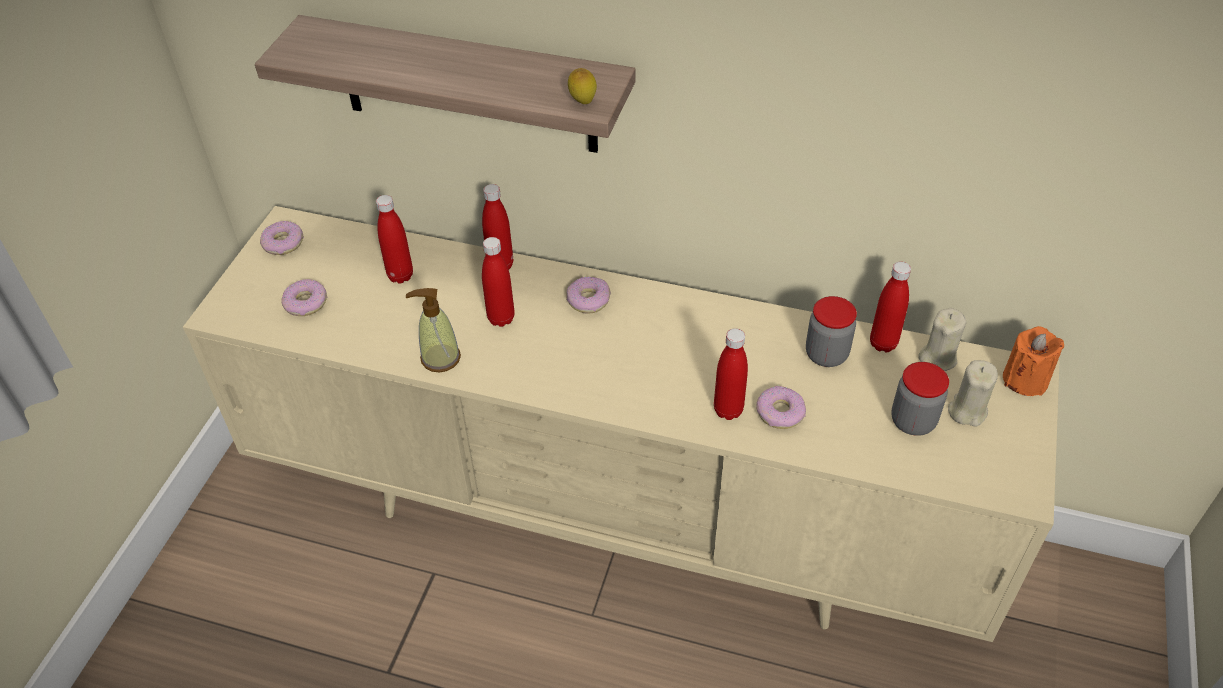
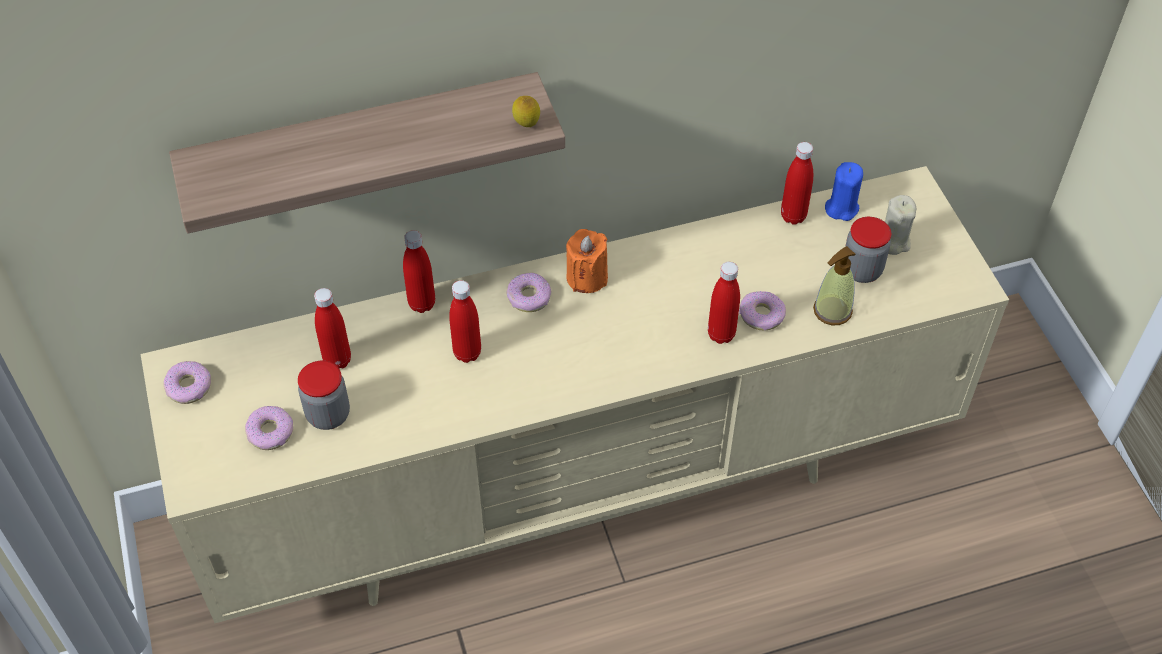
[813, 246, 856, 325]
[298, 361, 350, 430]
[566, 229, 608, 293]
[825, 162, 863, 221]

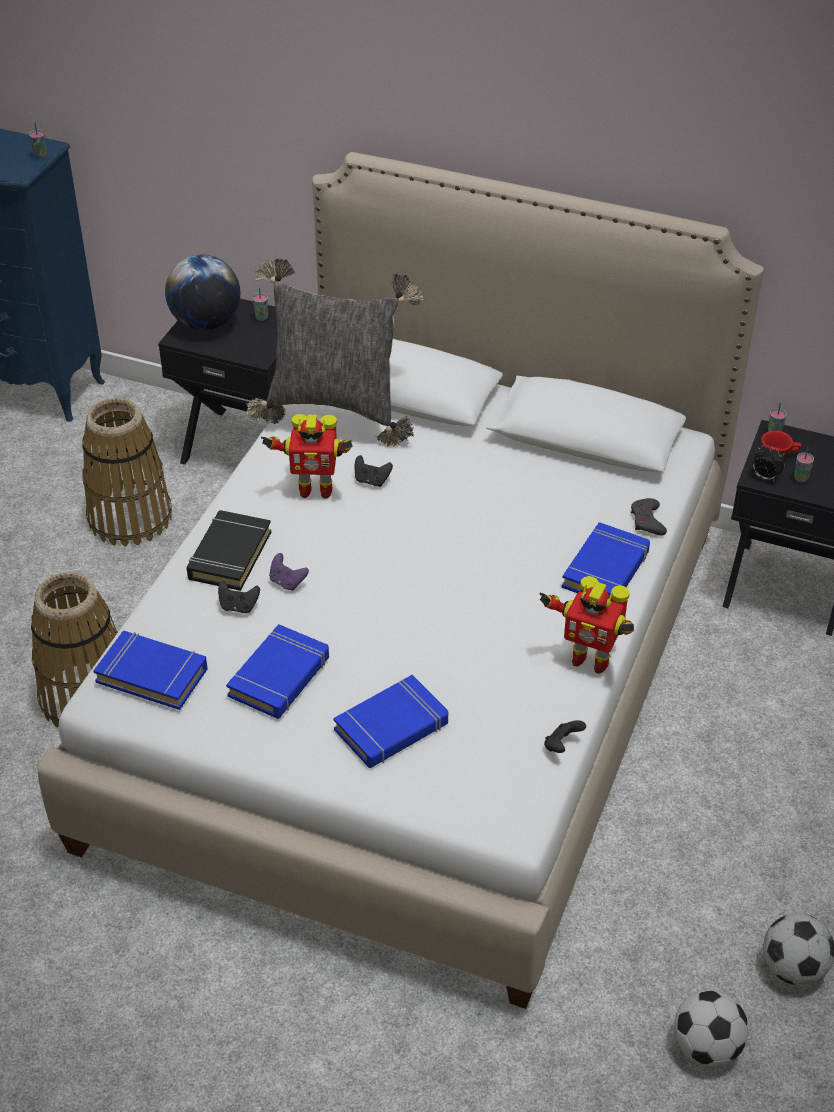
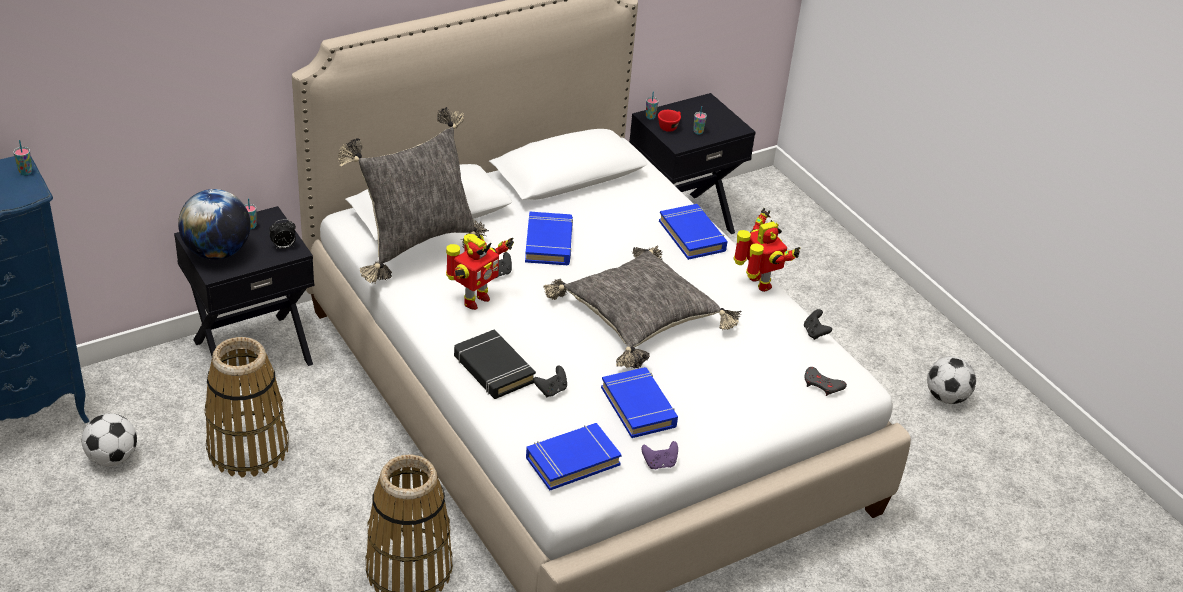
[543, 246, 741, 369]
[641, 441, 678, 469]
[525, 212, 573, 265]
[805, 367, 847, 396]
[82, 413, 137, 466]
[269, 219, 296, 249]
[733, 208, 800, 292]

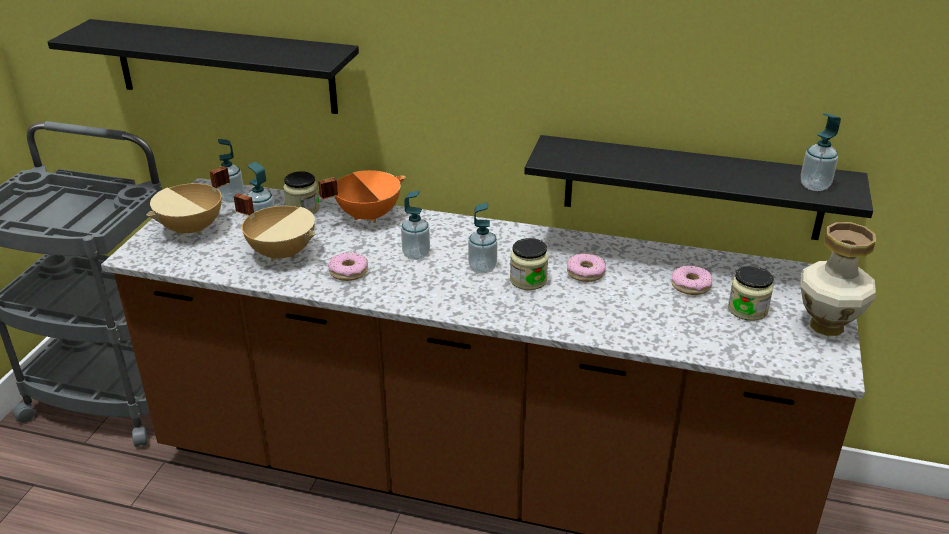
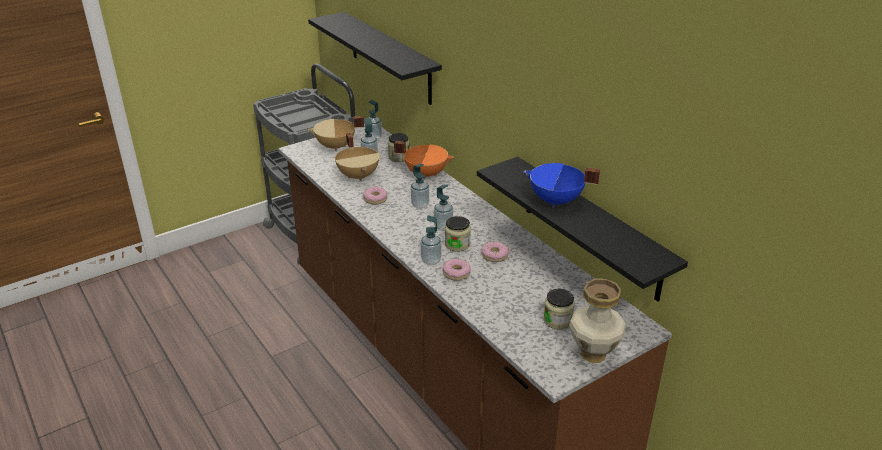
[523, 163, 600, 208]
[442, 259, 471, 281]
[421, 215, 441, 265]

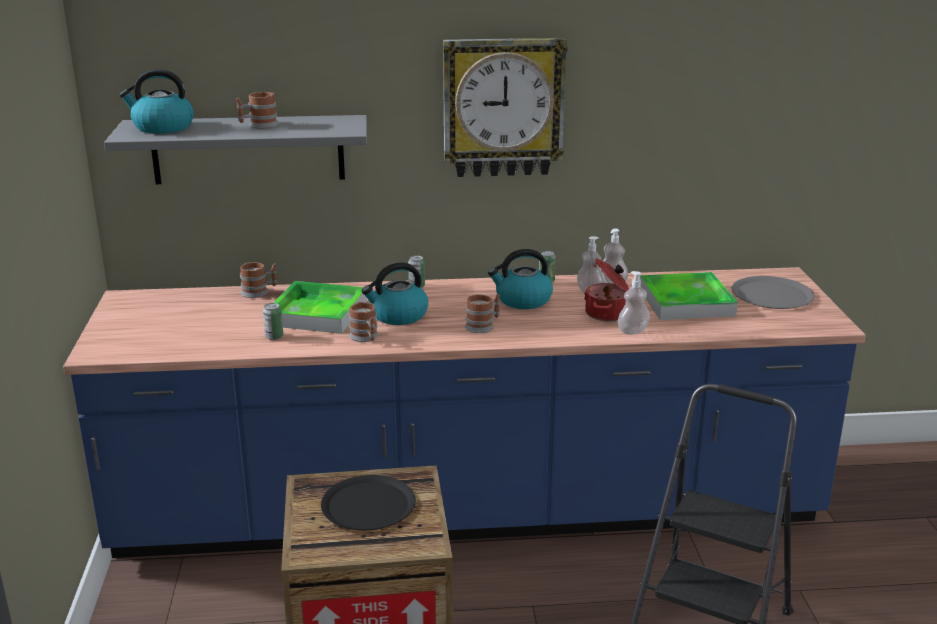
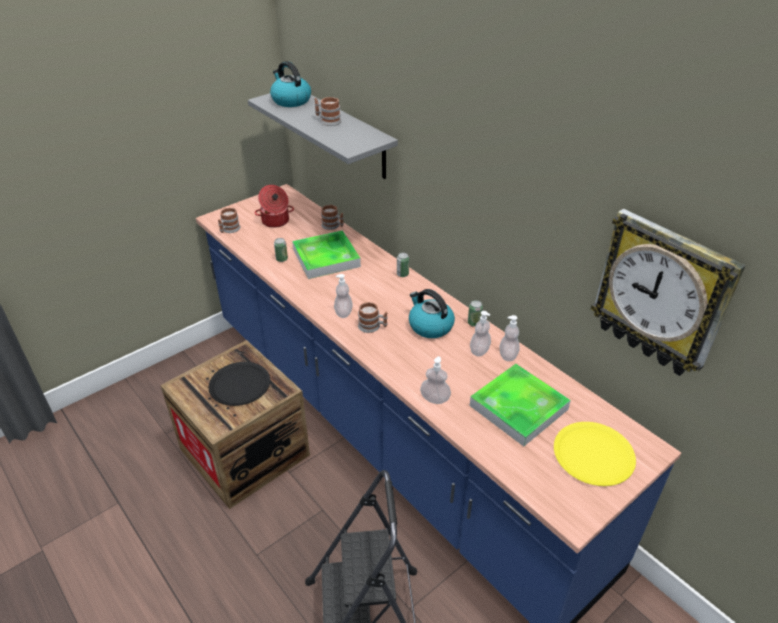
[362, 263, 428, 325] (first image)
[334, 274, 353, 318]
[218, 208, 241, 233]
[591, 209, 746, 376]
[254, 185, 294, 228]
[554, 422, 636, 486]

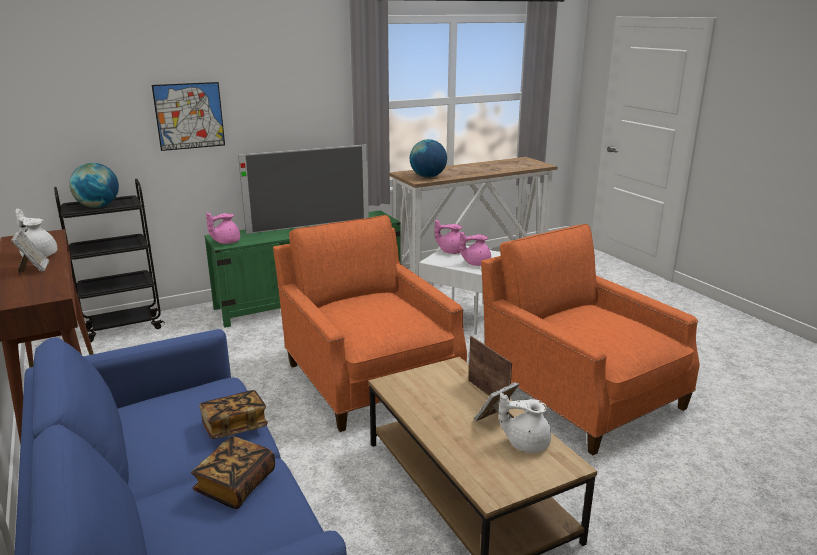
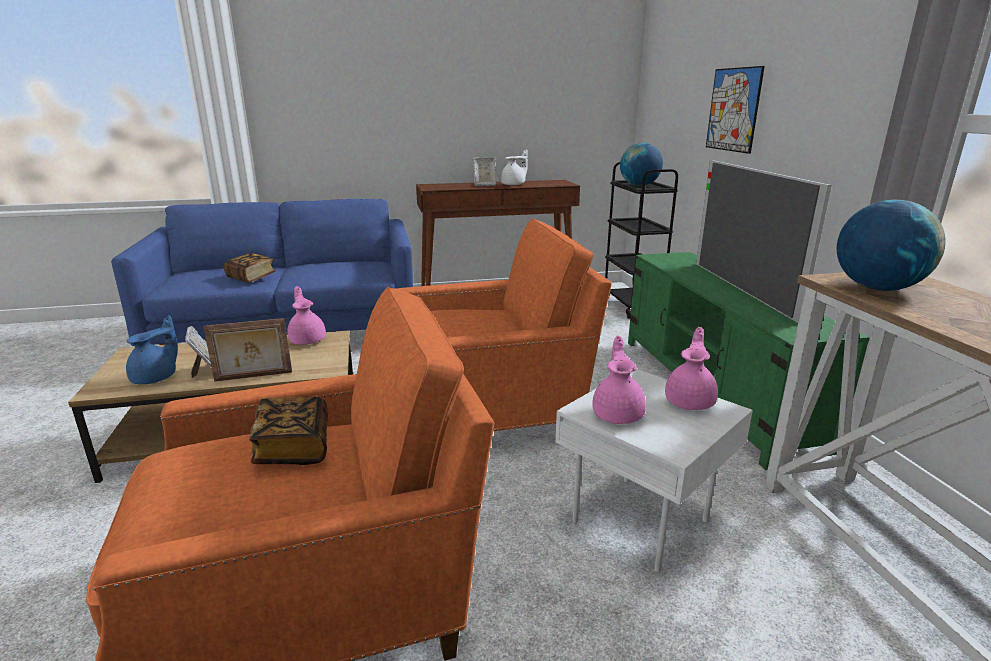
[249, 396, 328, 465]
[287, 286, 326, 345]
[126, 315, 178, 384]

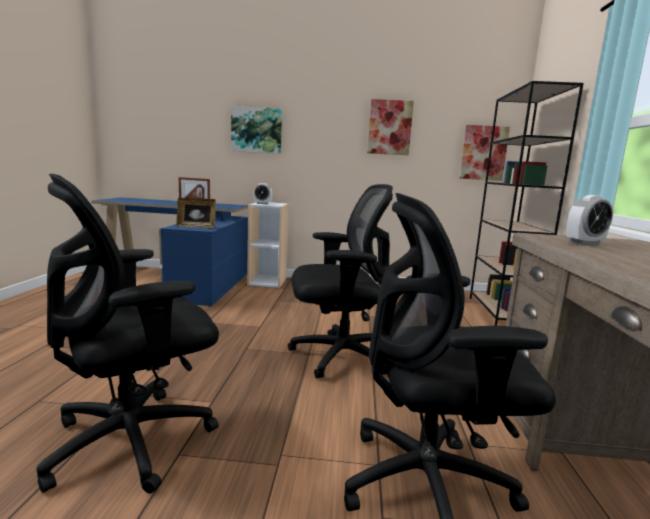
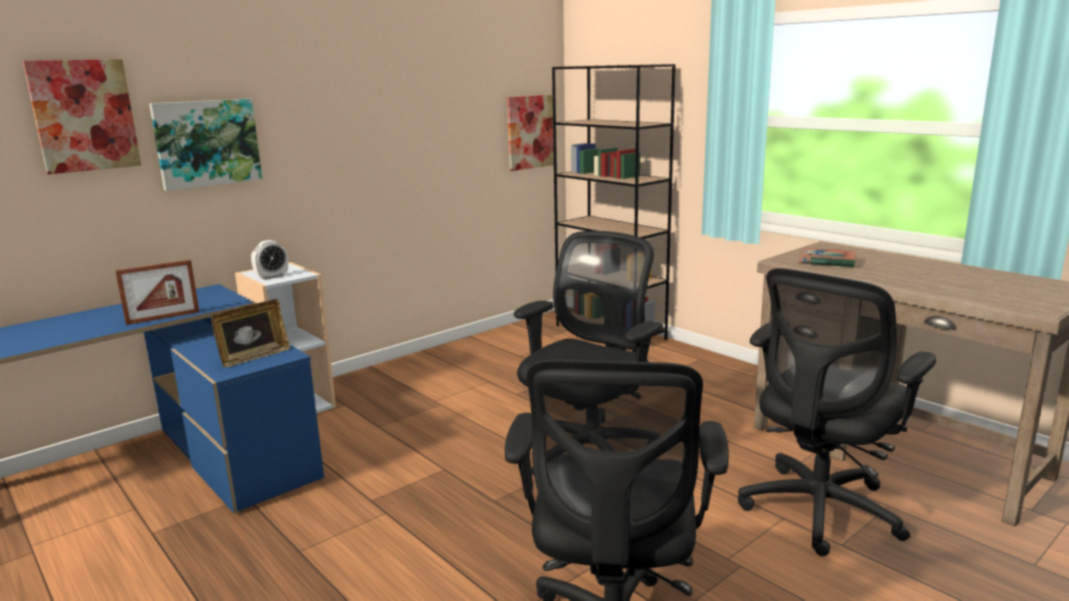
[23, 59, 141, 174]
[799, 248, 856, 267]

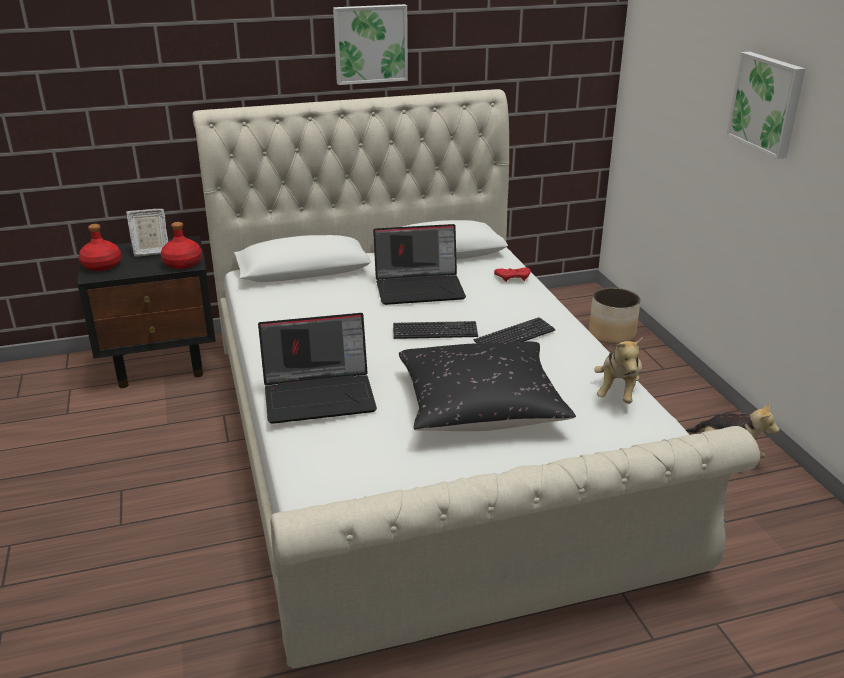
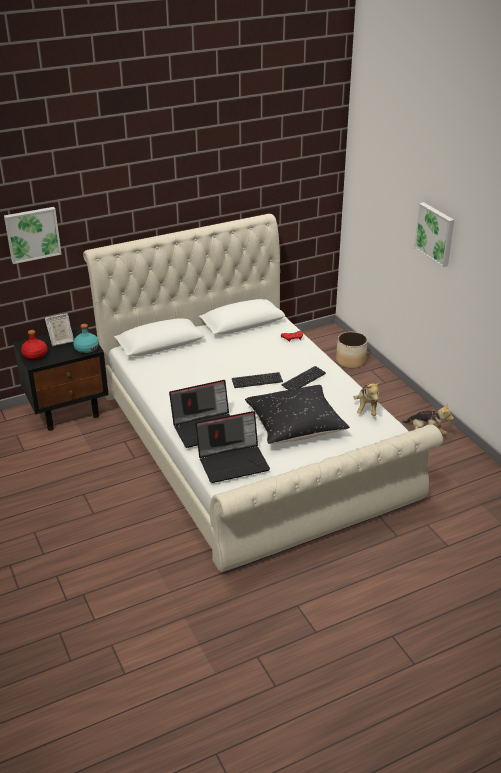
[4, 207, 62, 264]
[195, 411, 270, 483]
[73, 324, 99, 353]

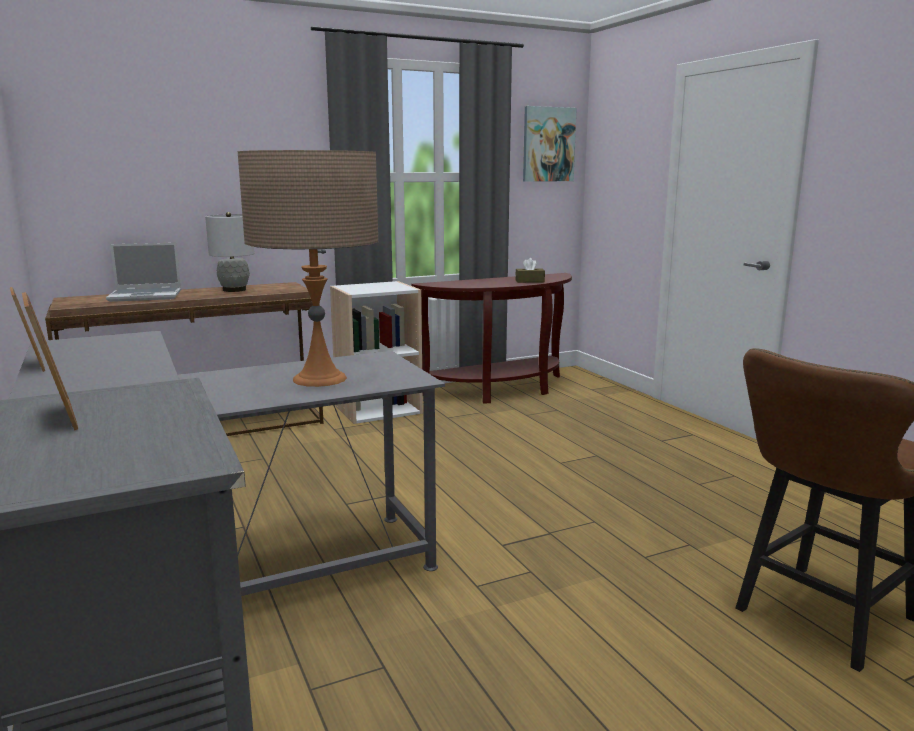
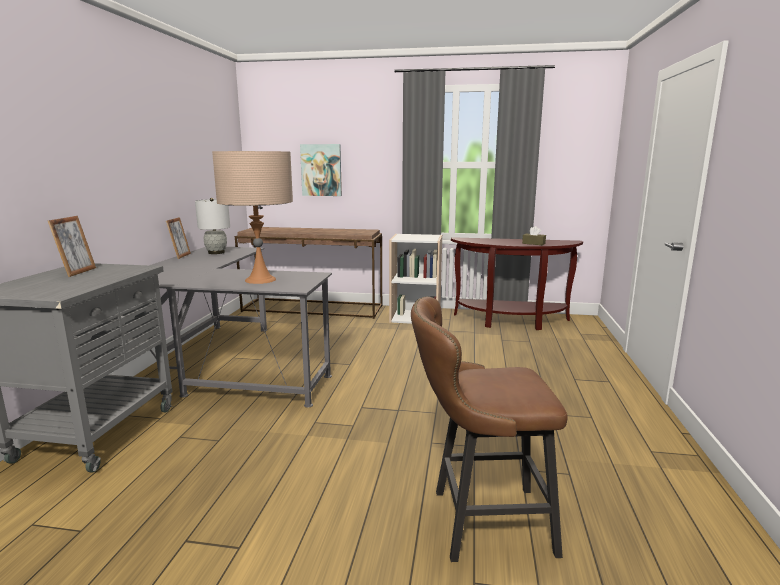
[106, 243, 181, 302] (first image)
[195, 198, 230, 254]
[300, 144, 342, 196]

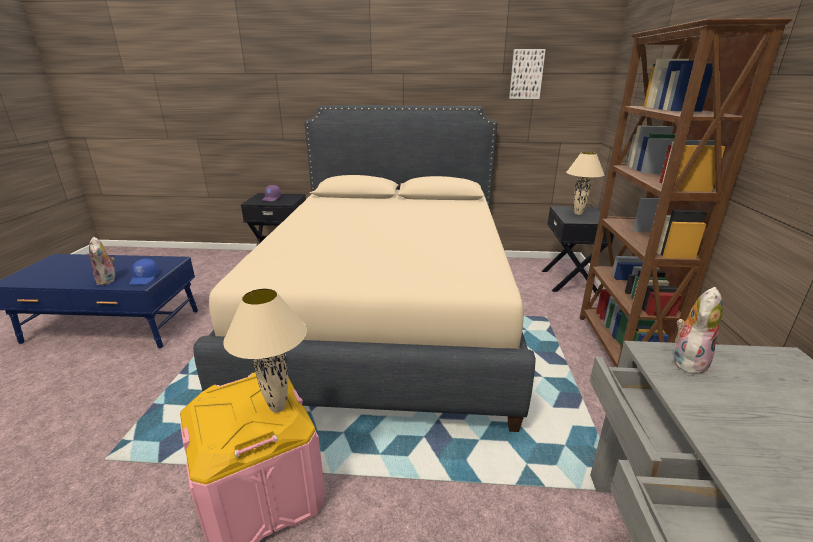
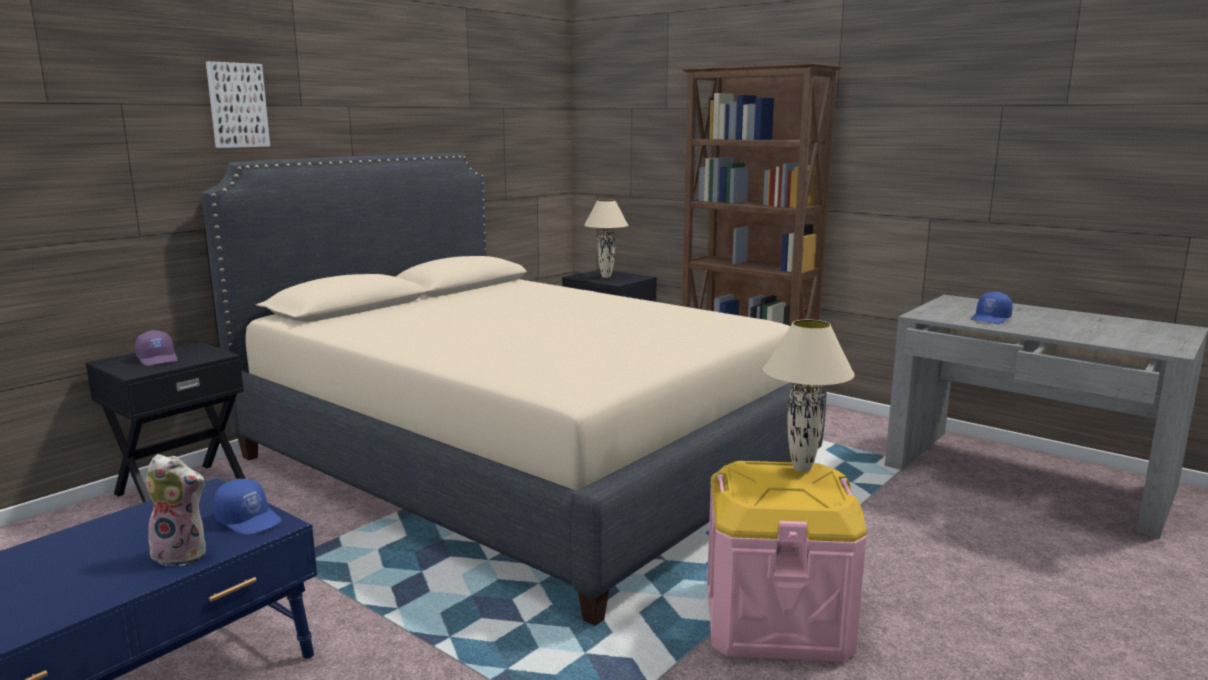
[674, 287, 723, 374] (first image)
[971, 291, 1013, 324]
[206, 61, 270, 148]

